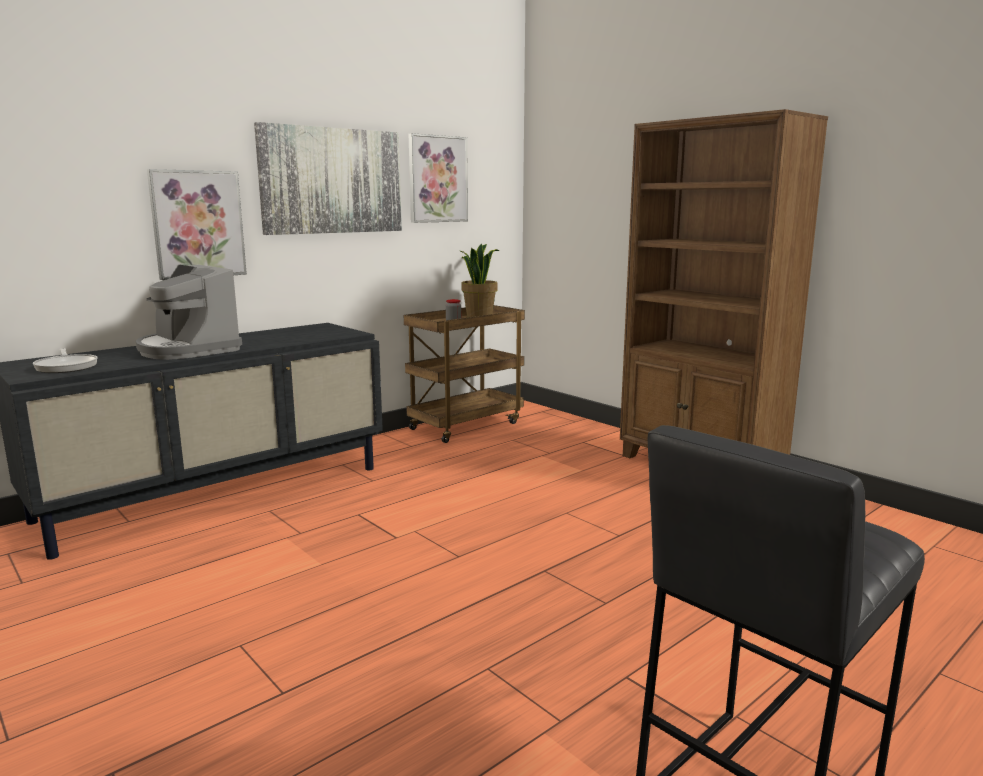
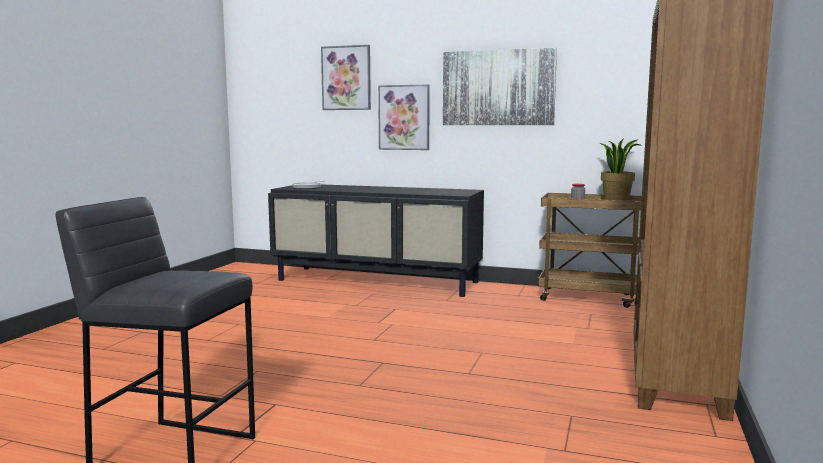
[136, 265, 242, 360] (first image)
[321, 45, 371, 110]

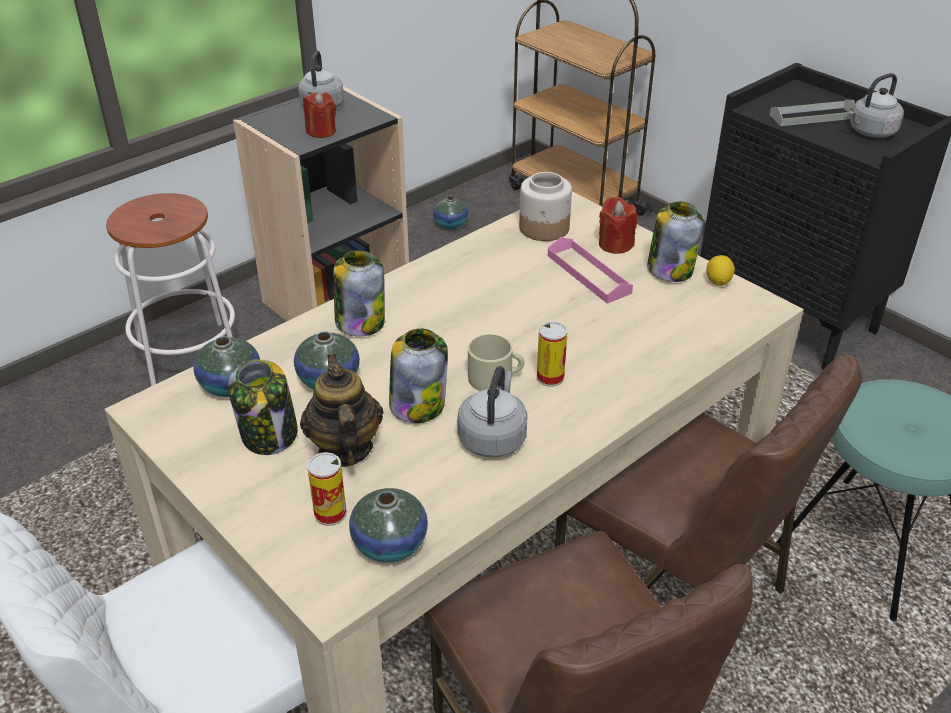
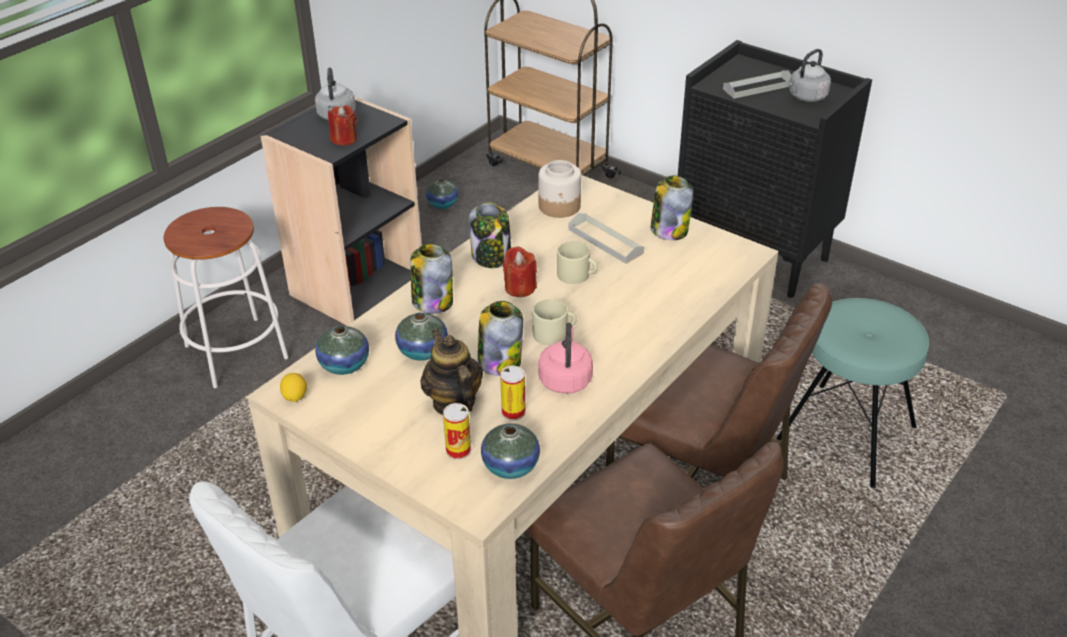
[557, 241, 598, 284]
[469, 202, 511, 268]
[500, 365, 526, 421]
[503, 246, 537, 297]
[280, 373, 307, 402]
[538, 323, 593, 394]
[569, 213, 644, 264]

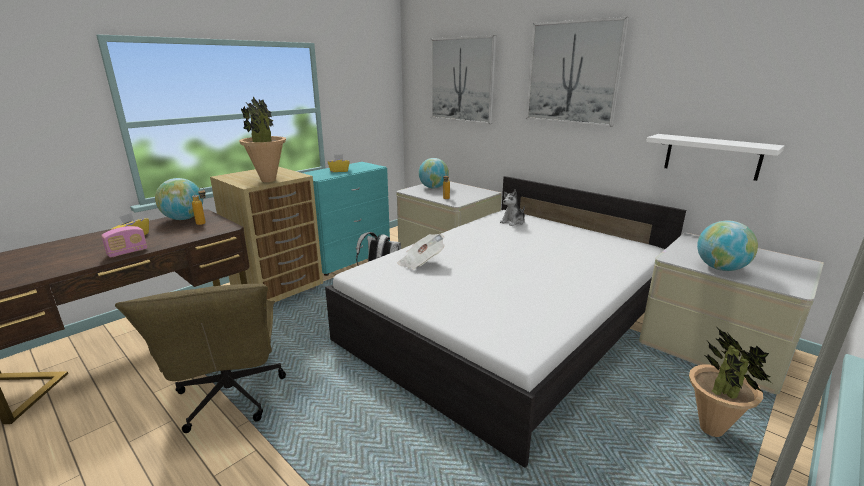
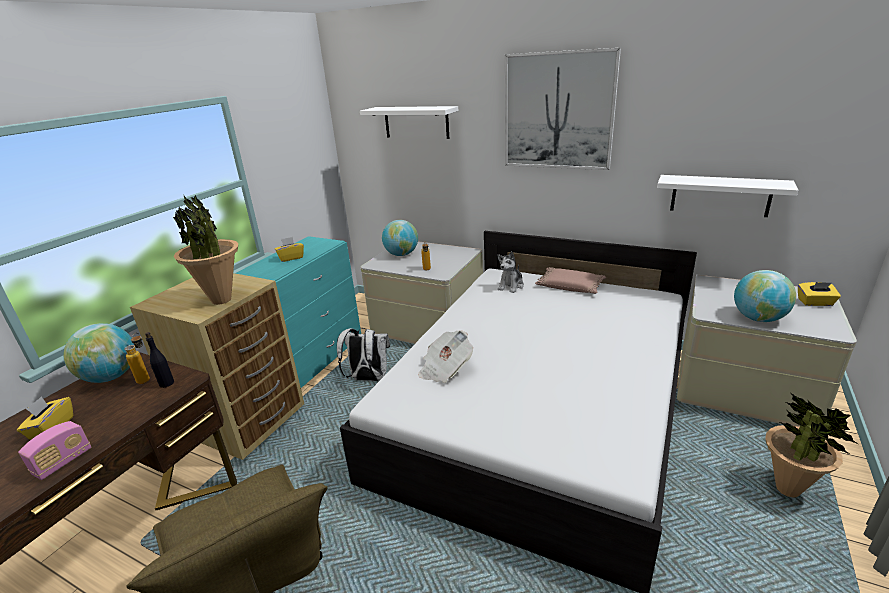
[145, 332, 174, 388]
[535, 267, 606, 294]
[798, 282, 841, 306]
[360, 106, 458, 139]

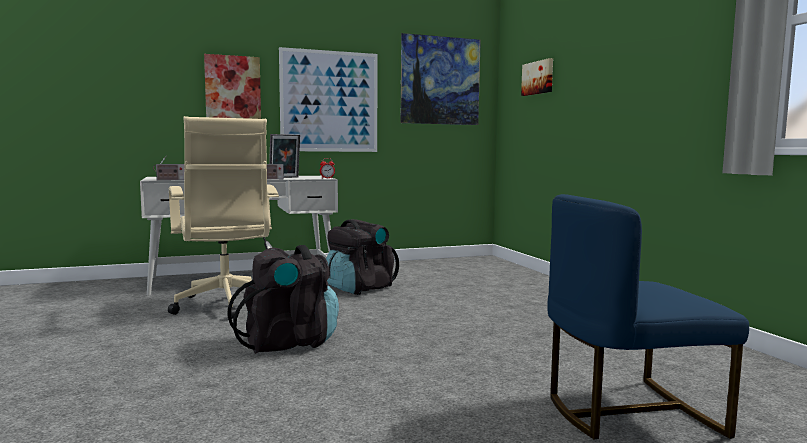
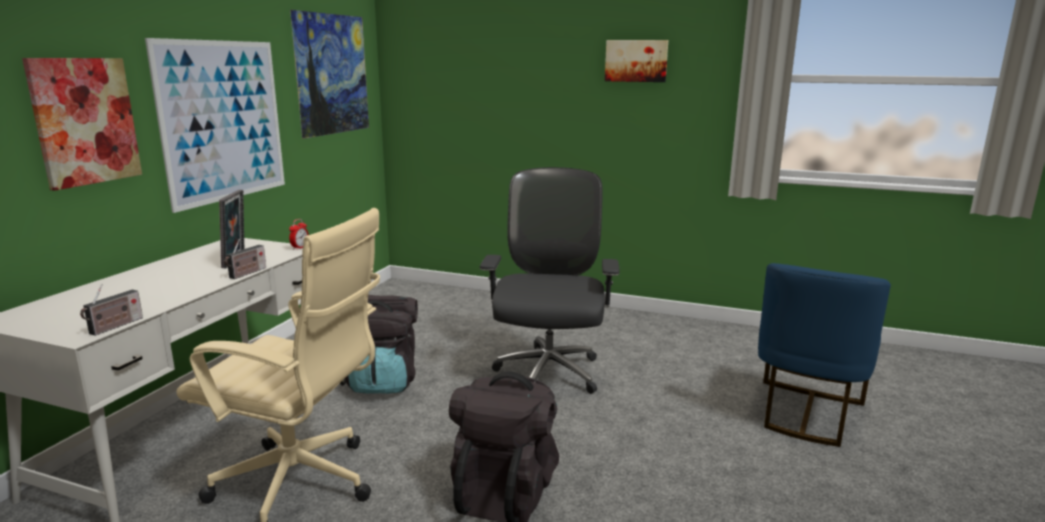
[480, 167, 620, 394]
[605, 40, 668, 82]

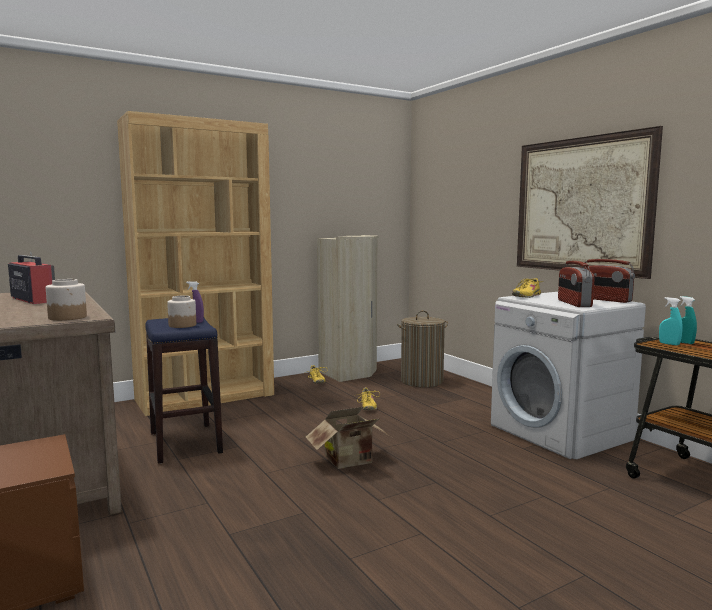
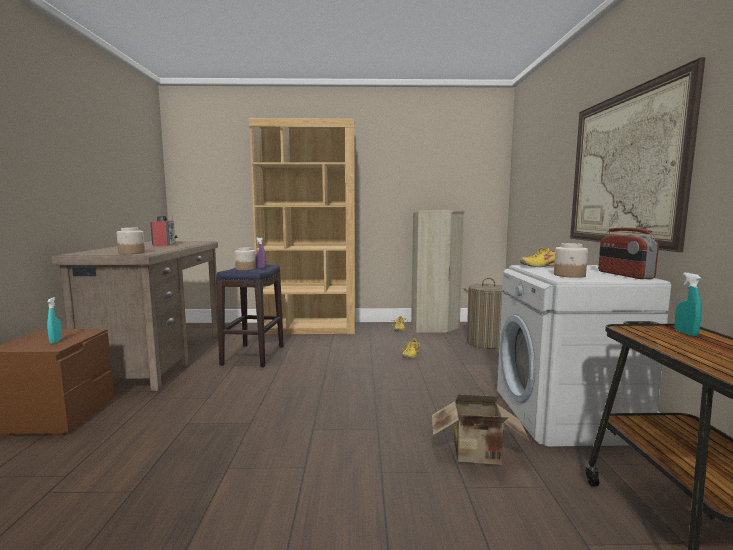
[432, 394, 531, 465]
[47, 297, 62, 344]
[554, 243, 588, 278]

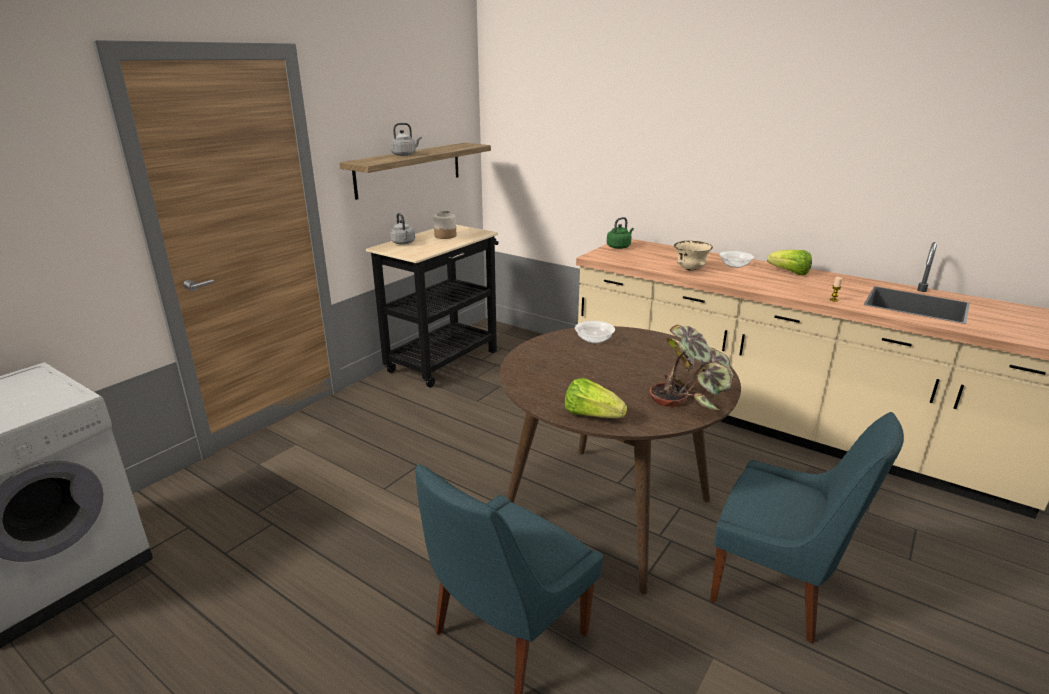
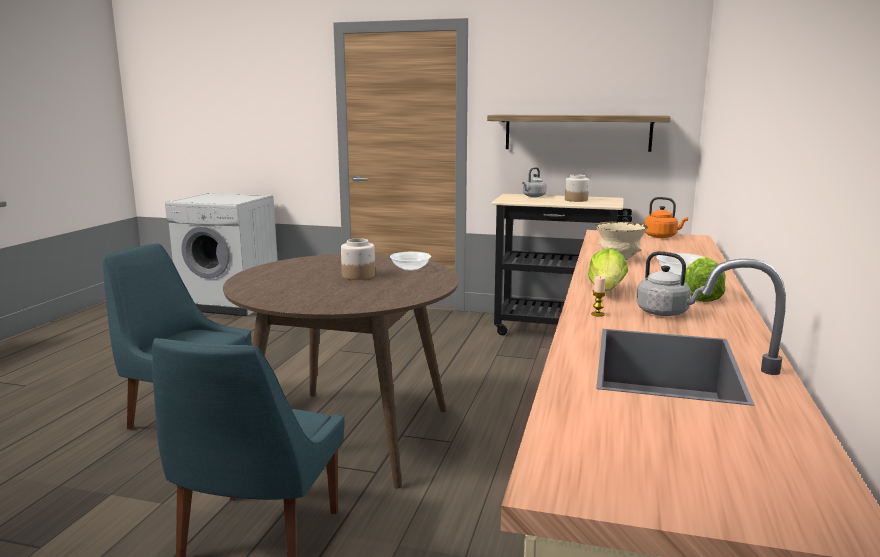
[649, 325, 735, 412] (first image)
[341, 238, 375, 280]
[637, 251, 704, 316]
[588, 248, 628, 291]
[644, 197, 688, 238]

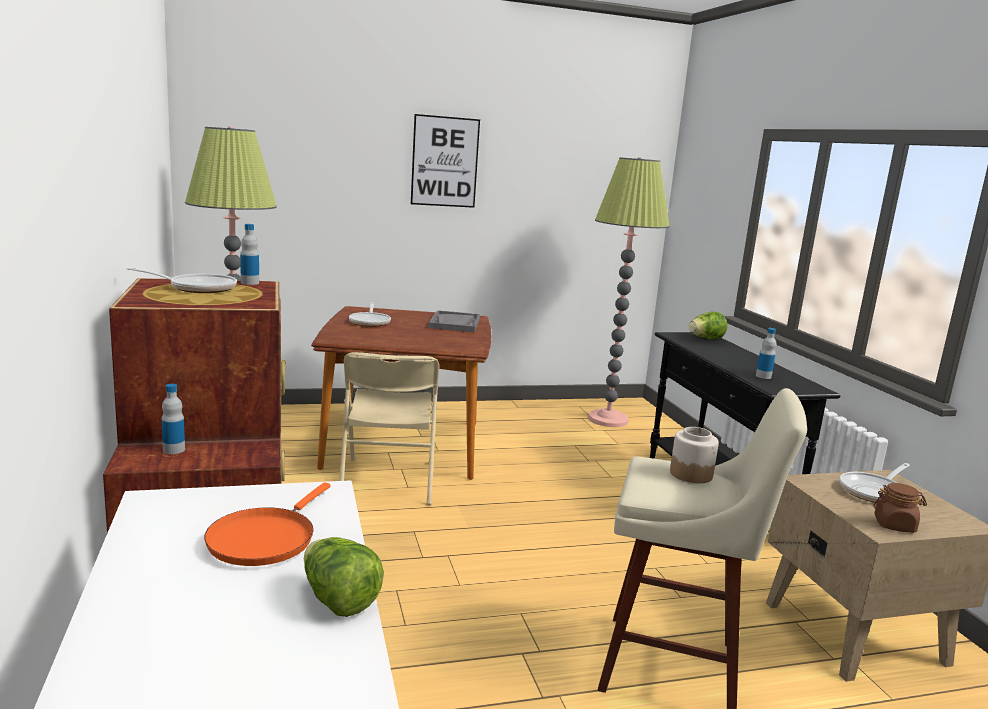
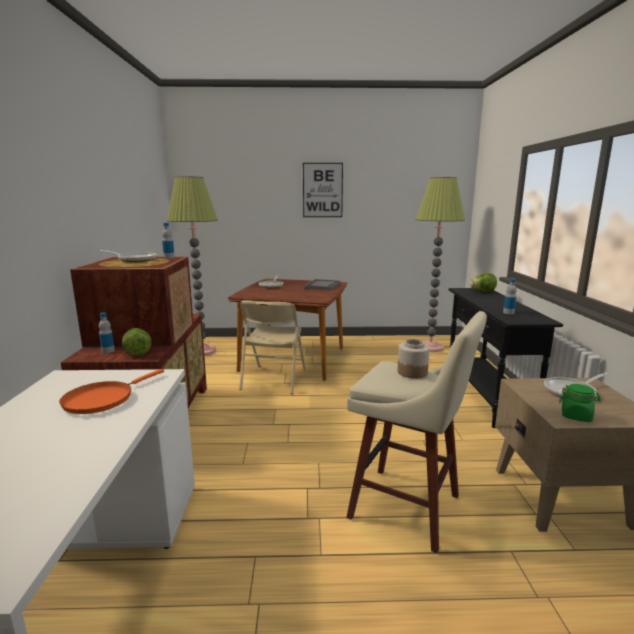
[122, 328, 152, 356]
[559, 384, 601, 422]

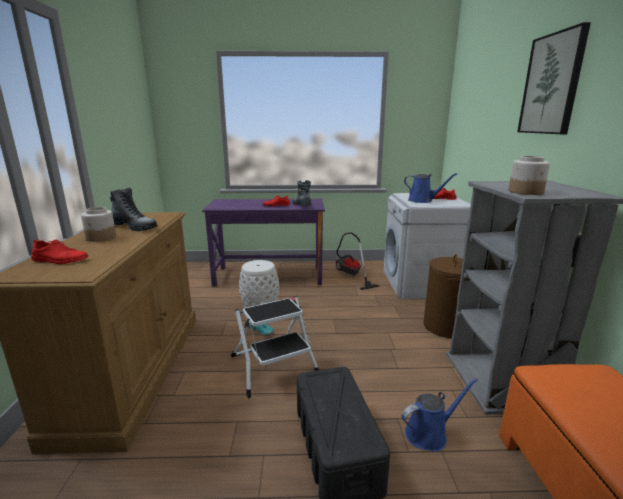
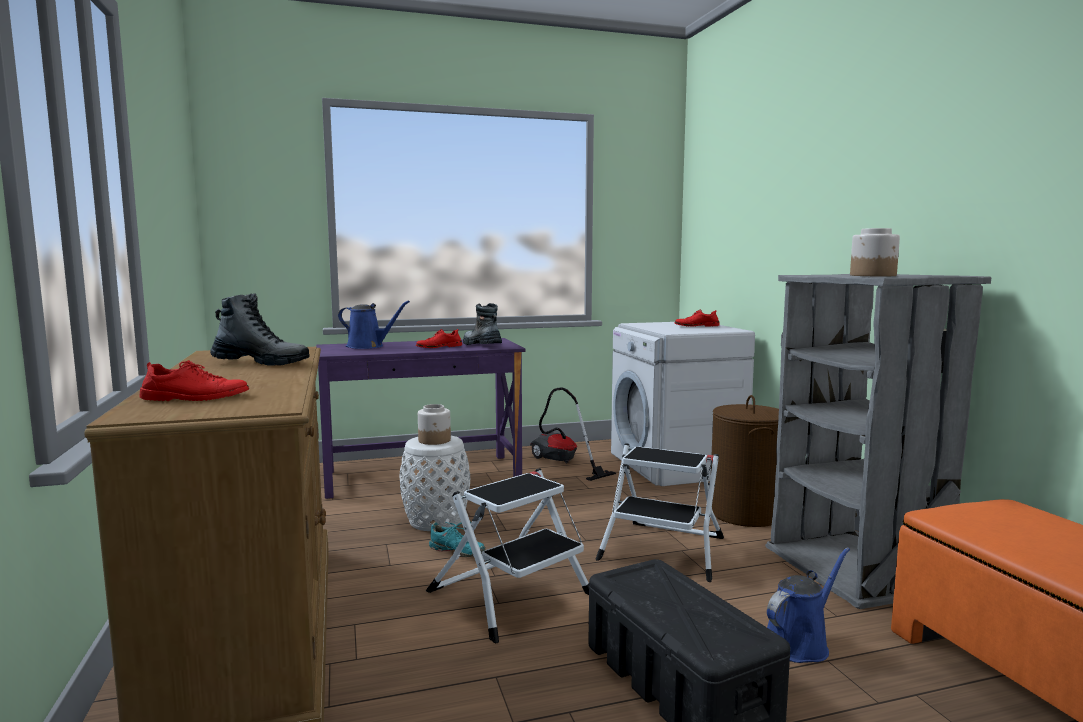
[517, 22, 591, 134] (first image)
[595, 443, 724, 582]
[418, 404, 451, 445]
[338, 300, 410, 349]

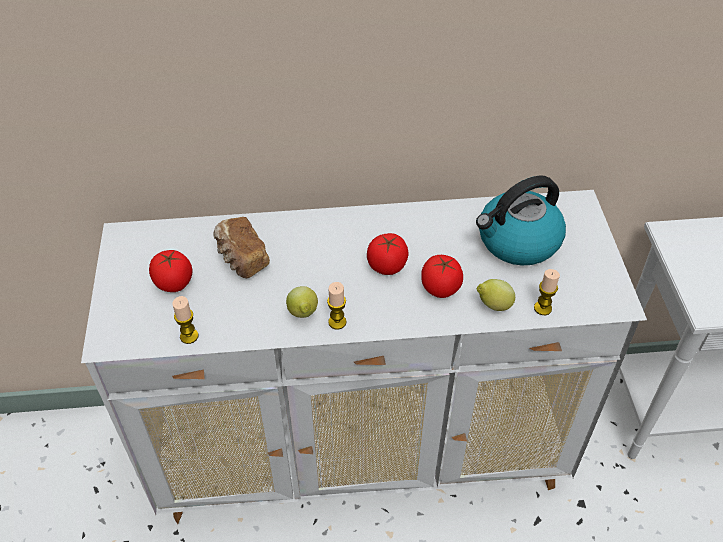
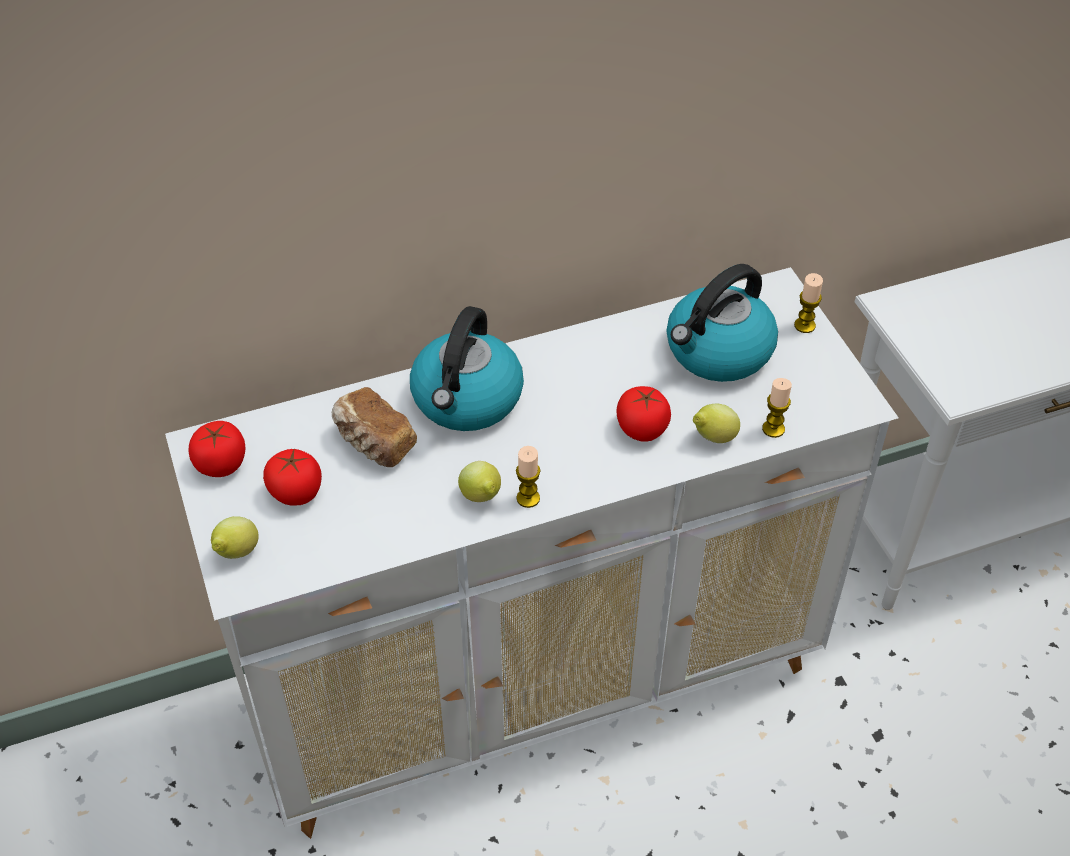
[211, 516, 259, 559]
[410, 306, 524, 431]
[794, 273, 823, 333]
[189, 421, 245, 477]

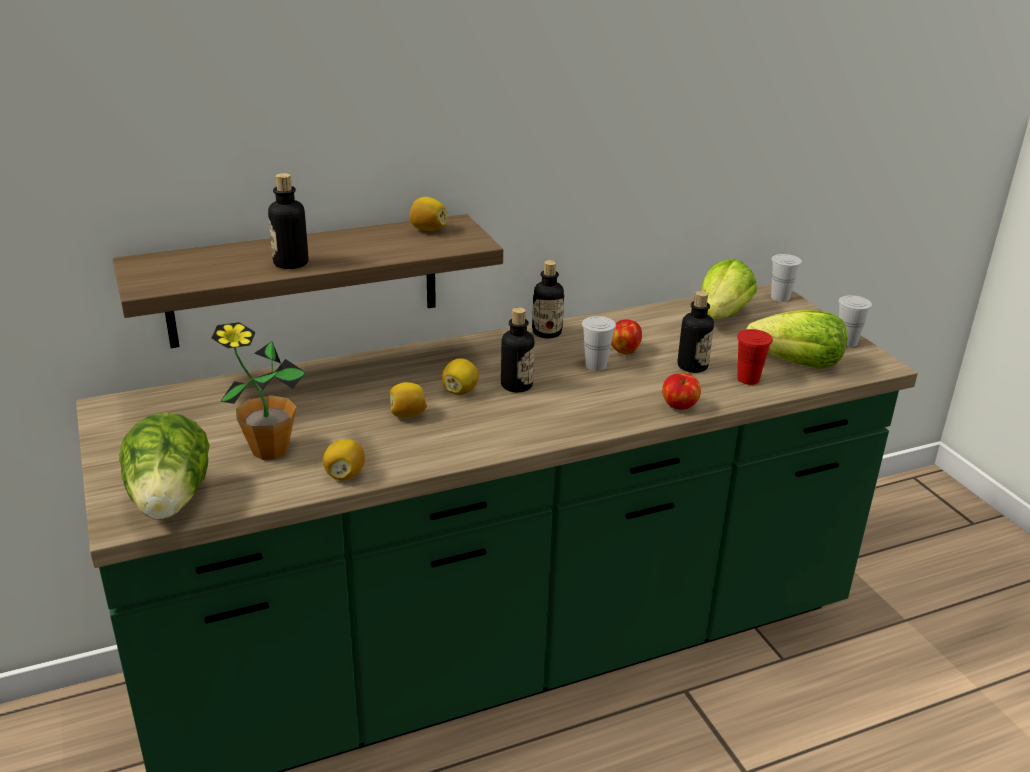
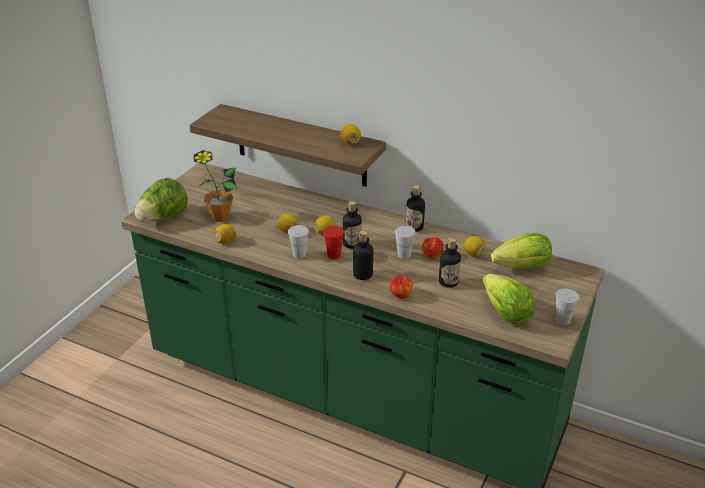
[464, 236, 486, 257]
[353, 230, 373, 280]
[323, 226, 344, 259]
[288, 225, 309, 259]

